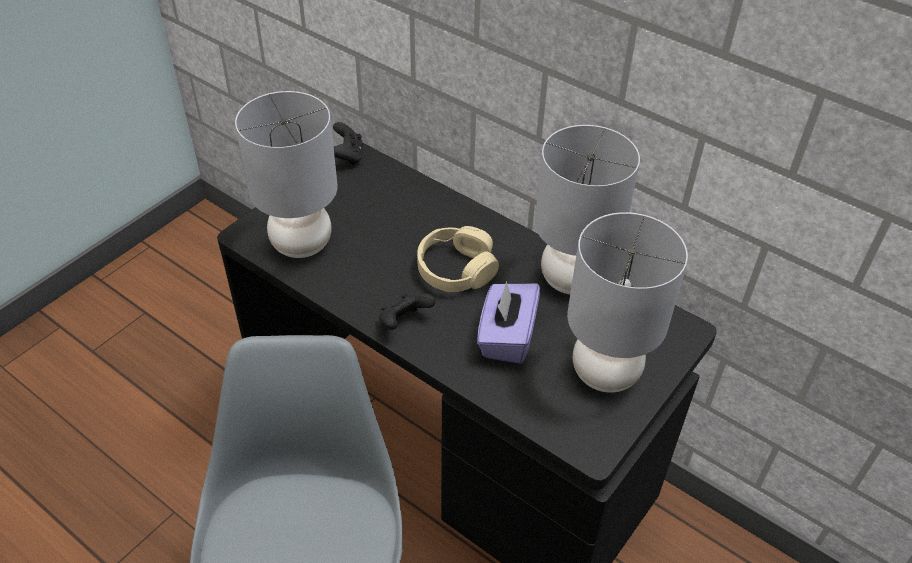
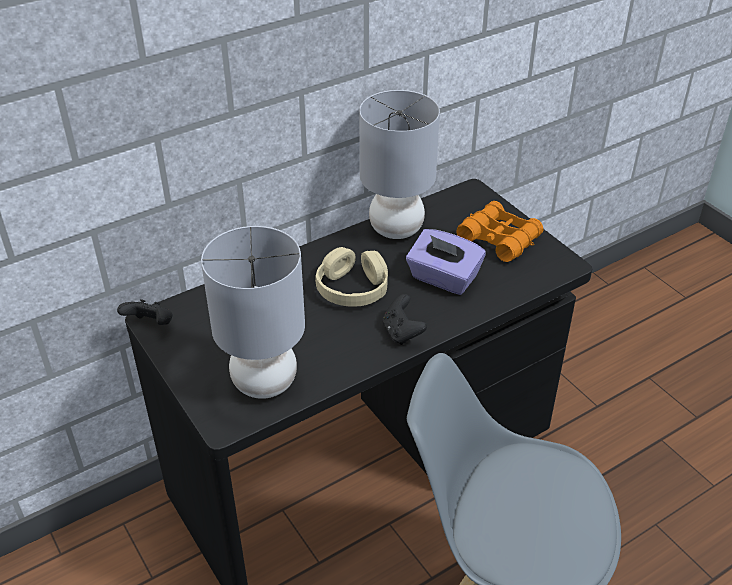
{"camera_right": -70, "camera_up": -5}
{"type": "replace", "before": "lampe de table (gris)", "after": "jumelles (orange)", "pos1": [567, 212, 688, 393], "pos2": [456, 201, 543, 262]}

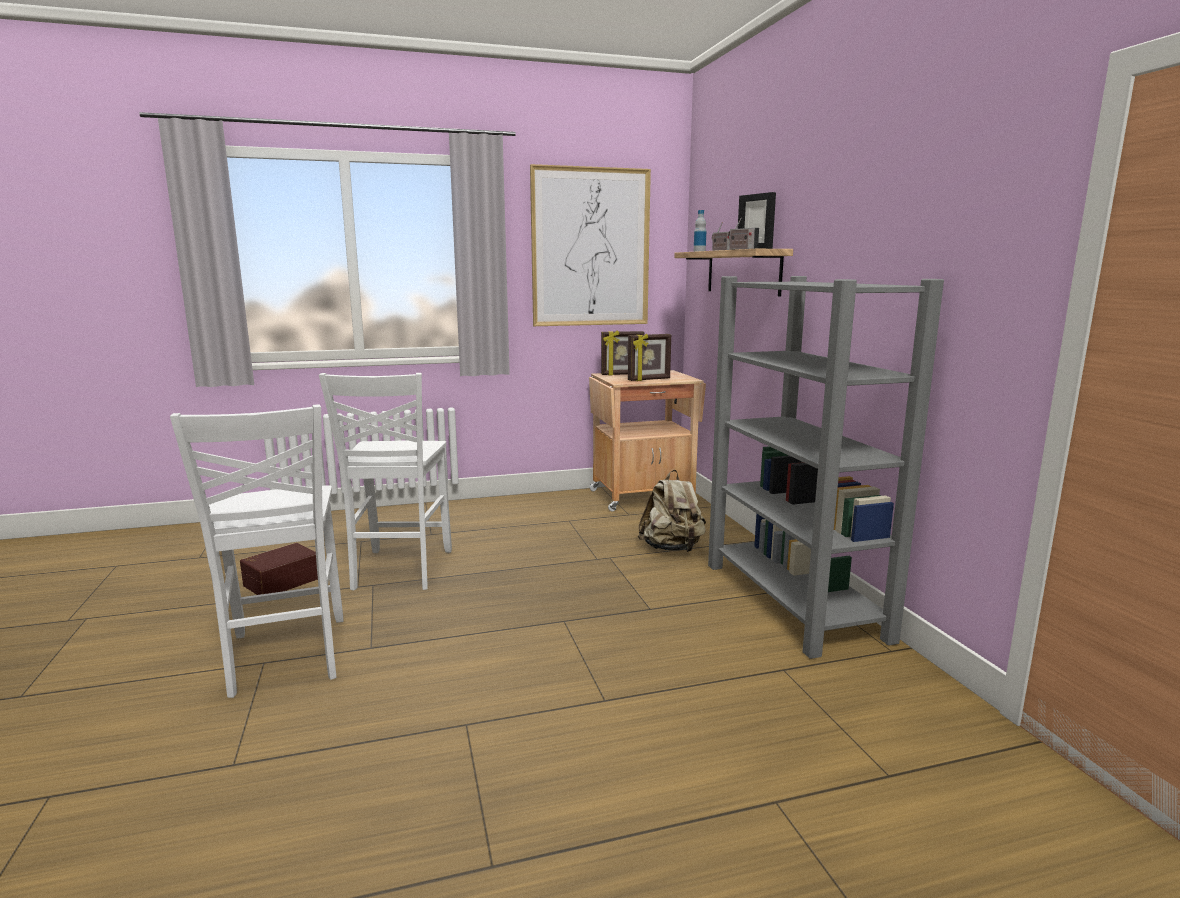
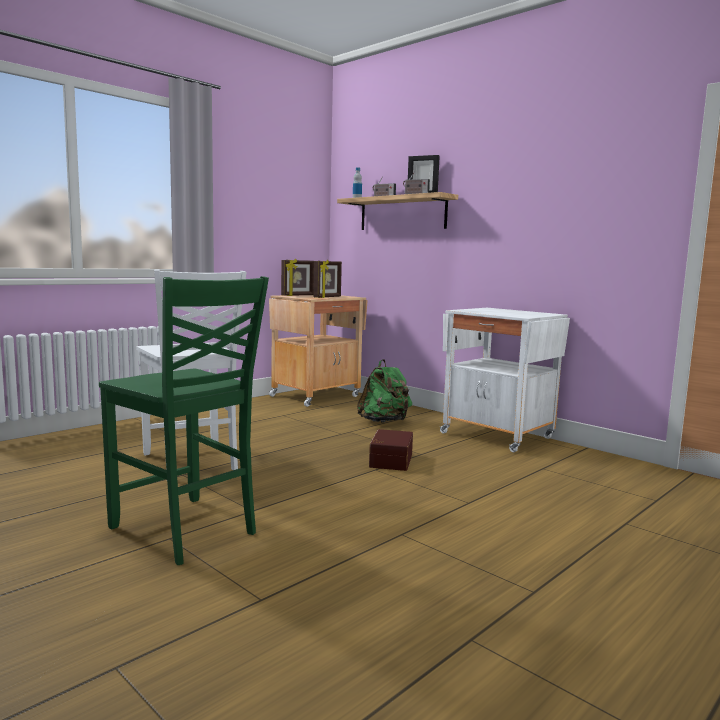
{"camera_right": -30, "camera_up": -5}
{"type": "delete", "before": "tableau", "pos1": [530, 164, 651, 326]}
{"type": "replace", "before": "bibliothèque (gris)", "after": "chariot (blanc)", "pos1": [708, 276, 944, 659], "pos2": [439, 308, 570, 452]}
{"type": "recolor", "before": "chaise (blanc)", "after": "chaise (vert)", "pos1": [170, 404, 343, 698], "pos2": [99, 276, 269, 565]}
{"type": "recolor", "before": "sac à dos (beige)", "after": "sac à dos (vert)", "pos1": [638, 470, 706, 552], "pos2": [357, 359, 412, 423]}
{"type": "move", "before": "boîte de rangement (marron)", "pos1": [240, 543, 318, 595], "pos2": [369, 429, 413, 471]}

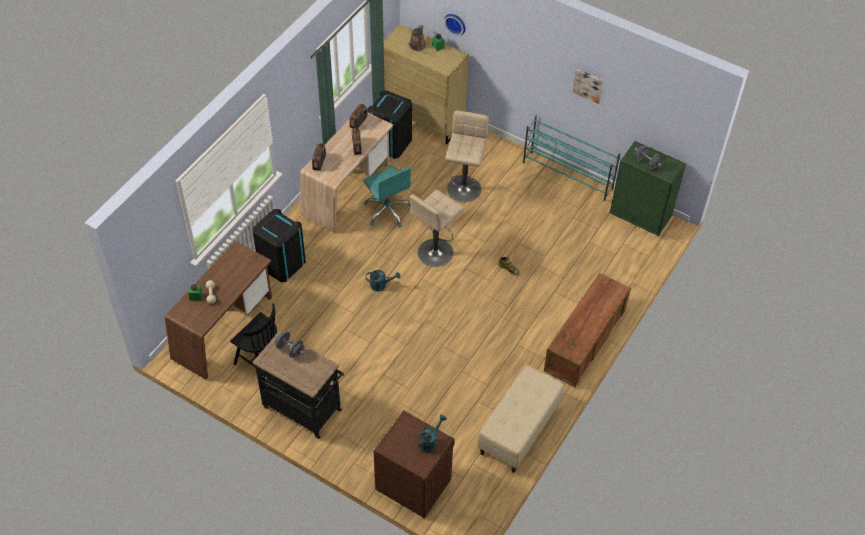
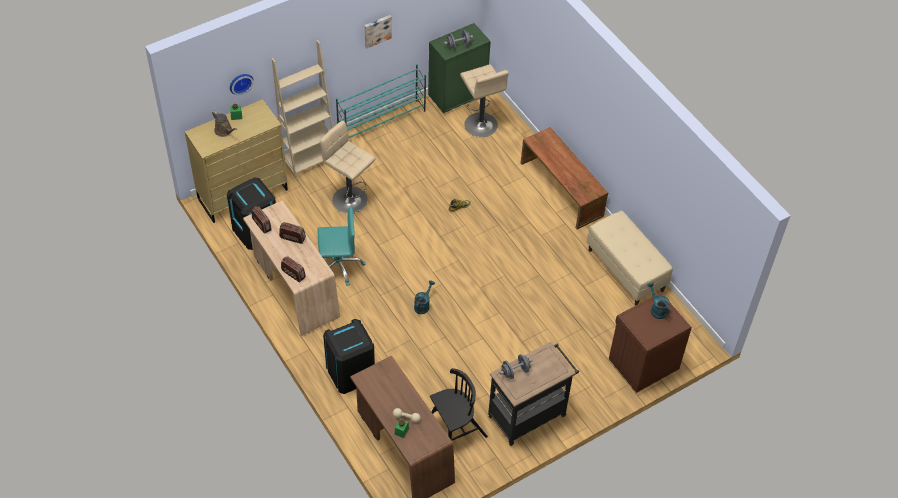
{"camera_right": -65, "camera_up": 0}
{"type": "move", "before": "tabouret (beige)", "pos1": [410, 190, 464, 267], "pos2": [460, 64, 509, 137]}
{"type": "insert", "after": "bibliothèque (beige)", "pos2": [272, 40, 333, 179]}

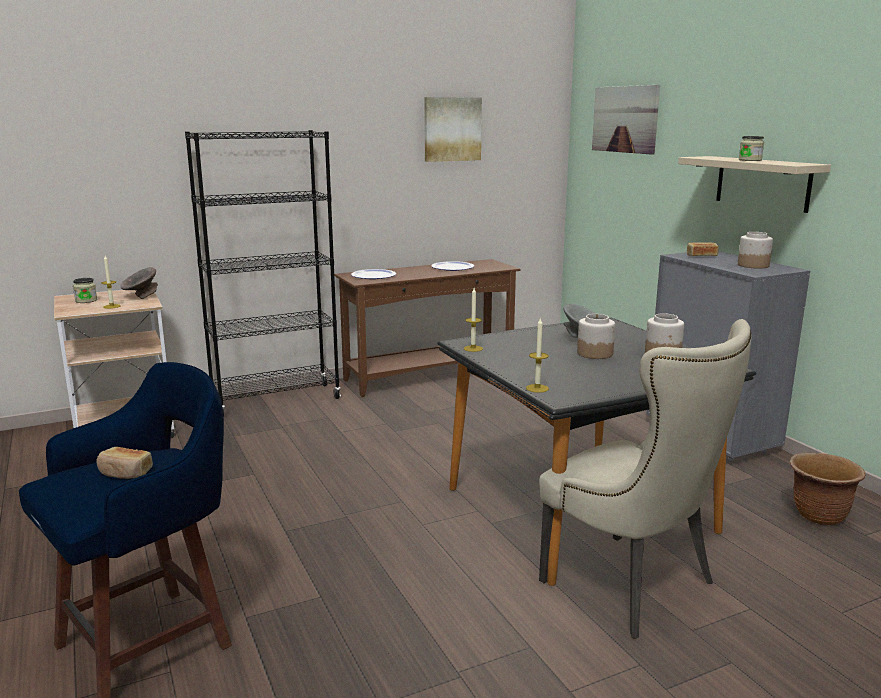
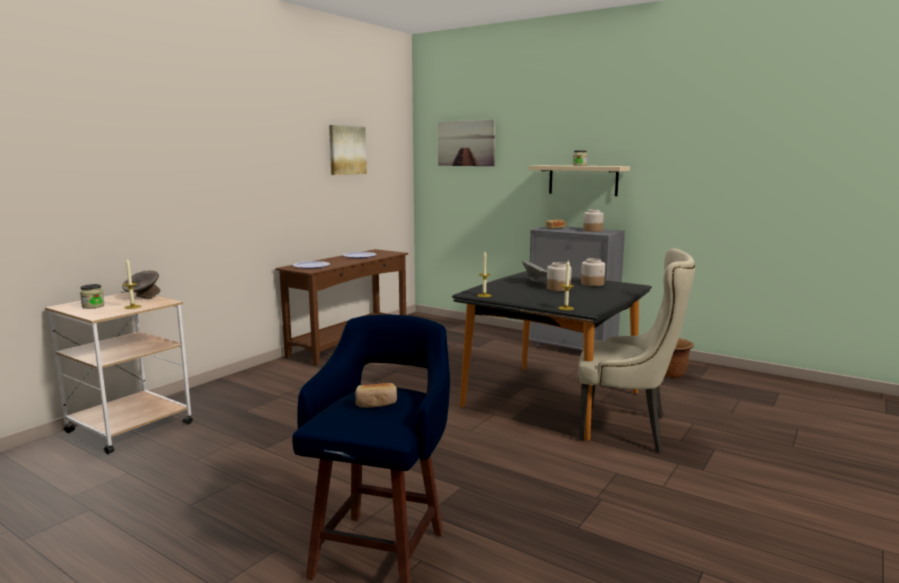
{"camera_right": -30, "camera_up": -5}
{"type": "delete", "before": "bibliothèque (noir)", "pos1": [185, 130, 341, 417]}

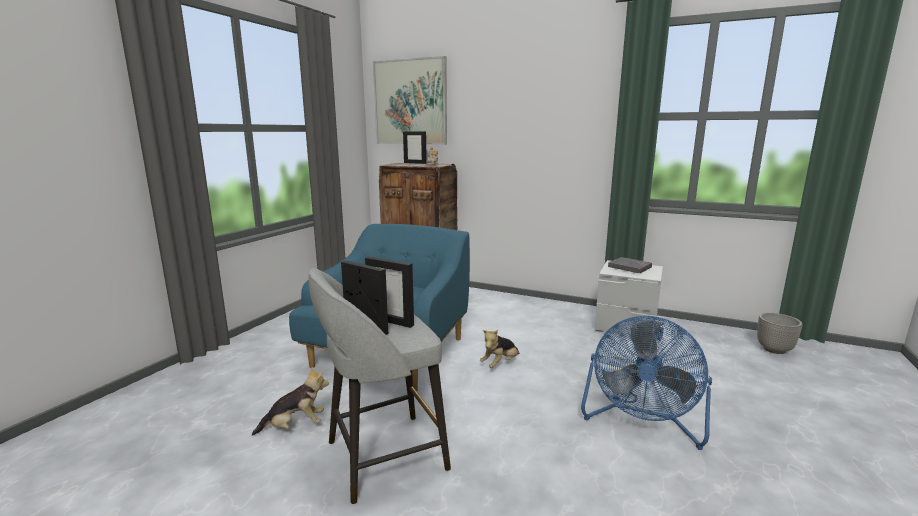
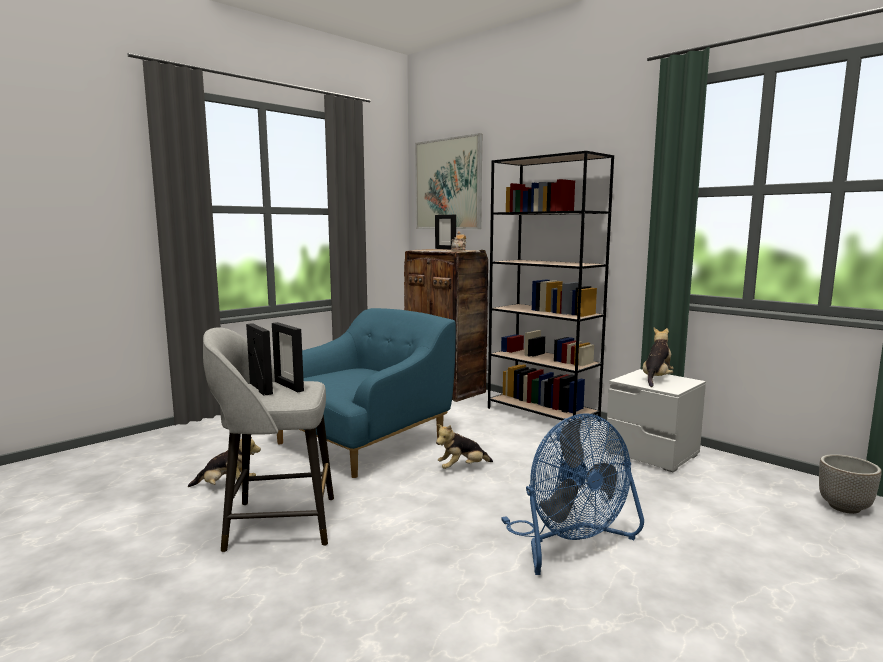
{"camera_right": 20, "camera_up": -5}
{"type": "replace", "before": "livre (gris)", "after": "peluche", "pos1": [608, 257, 652, 273], "pos2": [643, 328, 674, 387]}
{"type": "rotate", "before": "ventilateur (bleu)", "pos1": [581, 316, 712, 450], "pos2": [502, 414, 644, 575], "turn": -75}
{"type": "insert", "after": "bibliothèque (beige)", "pos2": [488, 151, 614, 422]}

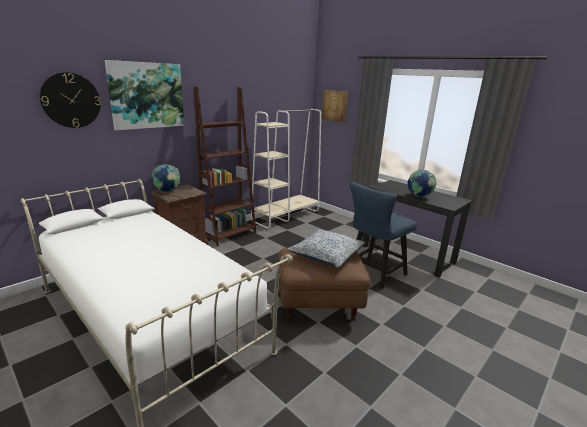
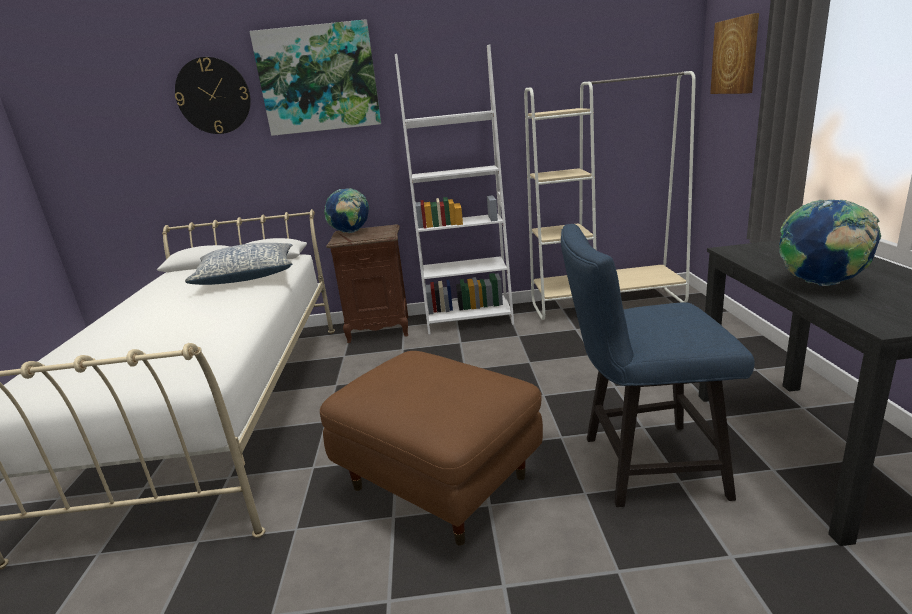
{"camera_right": 45, "camera_up": 0}
{"type": "recolor", "before": "bibliothèque (marron)", "after": "bibliothèque (blanc)", "pos1": [194, 86, 257, 246], "pos2": [395, 45, 514, 334]}
{"type": "move", "before": "coussin", "pos1": [287, 229, 365, 268], "pos2": [185, 243, 293, 285]}

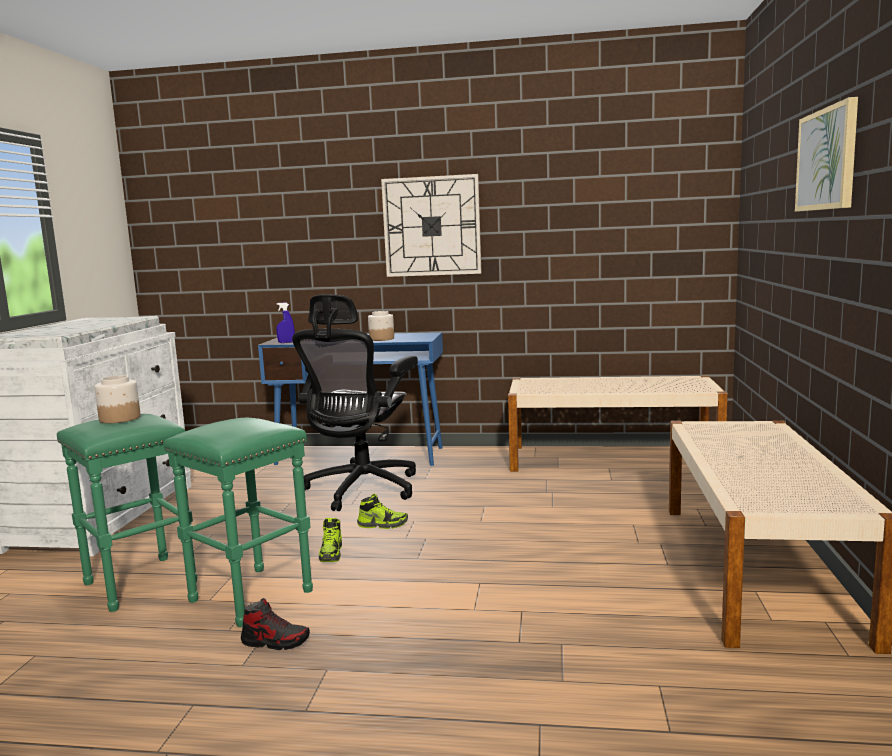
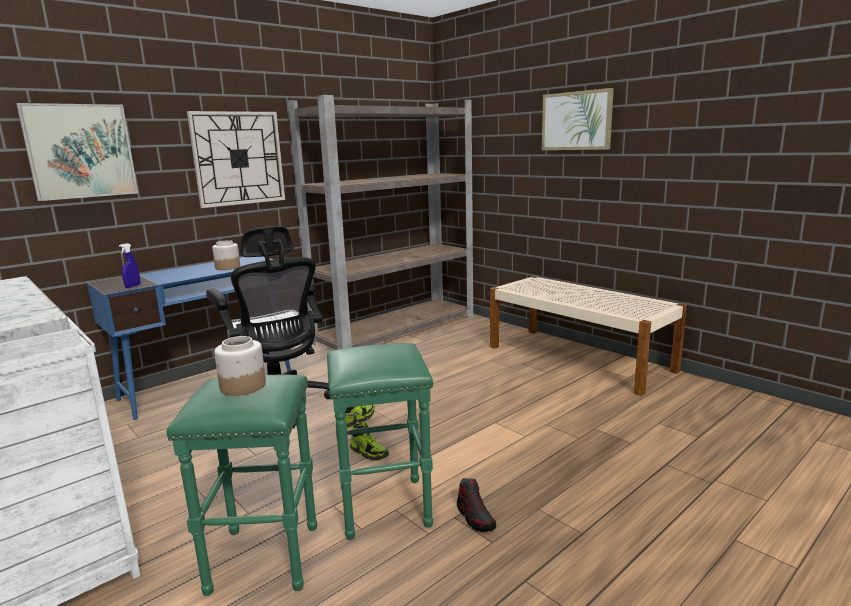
{"camera_right": -50, "camera_up": 5}
{"type": "replace", "before": "banc (beige)", "after": "bibliothèque (marron)", "pos1": [508, 375, 728, 472], "pos2": [288, 95, 473, 350]}
{"type": "rotate", "before": "chaussure", "pos1": [241, 598, 310, 650], "pos2": [457, 478, 496, 532], "turn": 105}
{"type": "insert", "after": "tableau", "pos2": [16, 103, 138, 201]}

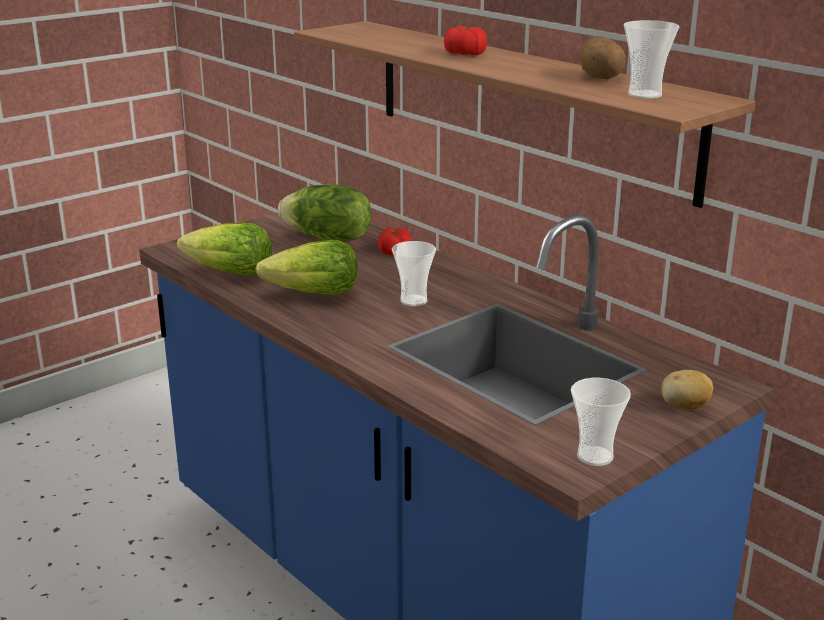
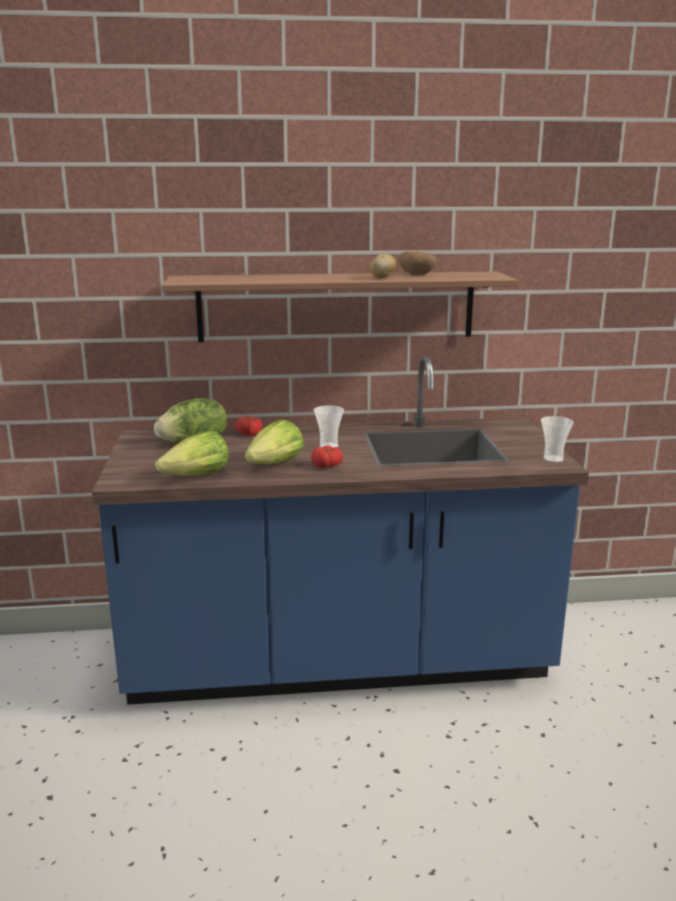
{"camera_right": -55, "camera_up": -5}
{"type": "delete", "before": "tasse", "pos1": [624, 20, 679, 99]}
{"type": "move", "before": "tomate", "pos1": [444, 26, 487, 55], "pos2": [311, 445, 343, 468]}
{"type": "move", "before": "pomme de terre", "pos1": [661, 370, 713, 409], "pos2": [369, 254, 396, 278]}

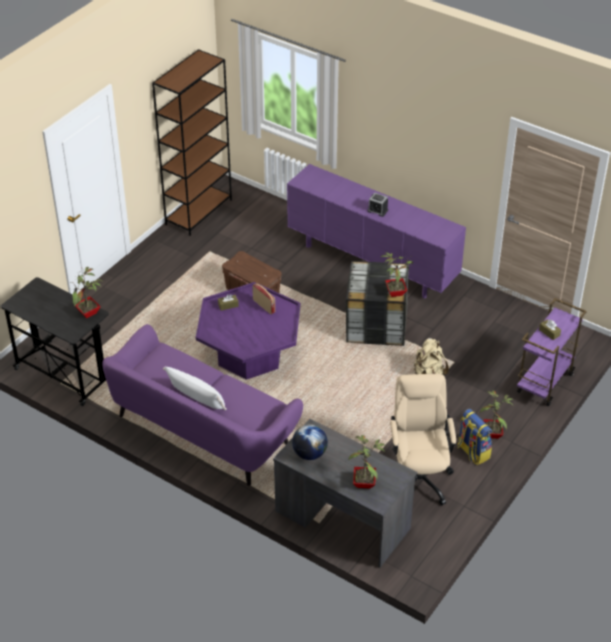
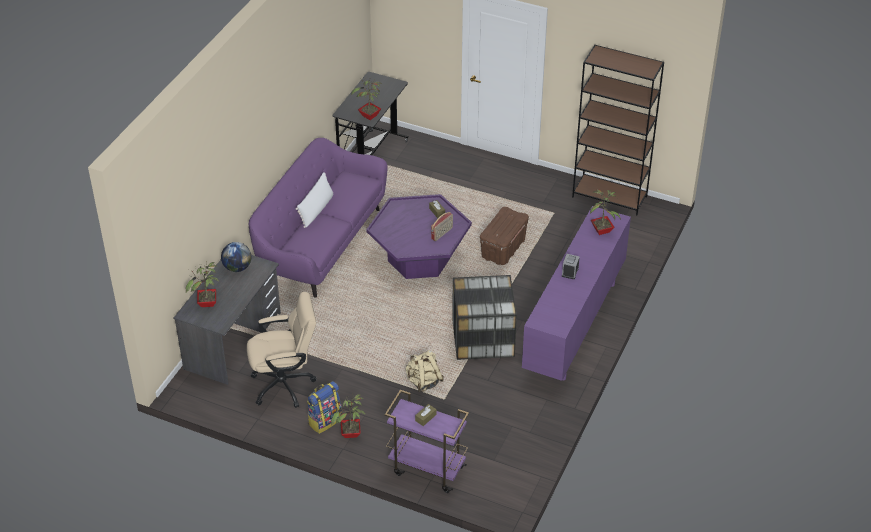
{"camera_right": 80, "camera_up": 0}
{"type": "move", "before": "plante en pot", "pos1": [381, 253, 413, 297], "pos2": [590, 189, 621, 235]}

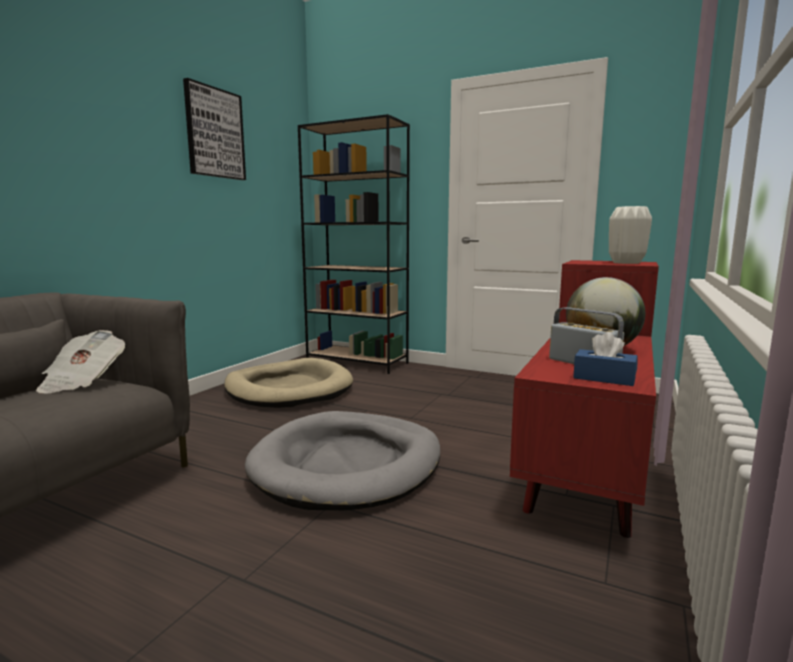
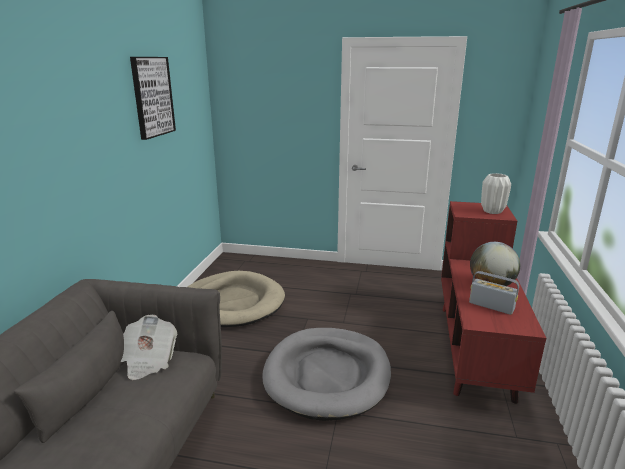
{"camera_right": -15, "camera_up": 10}
{"type": "delete", "before": "bibliothèque (beige)", "pos1": [298, 114, 410, 374]}
{"type": "delete", "before": "boîte à mouchoirs (bleu)", "pos1": [573, 332, 638, 386]}

